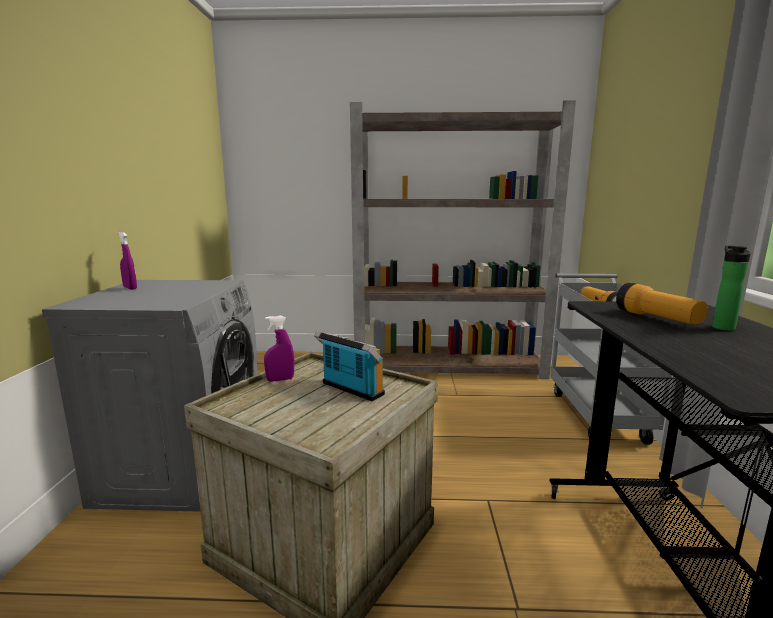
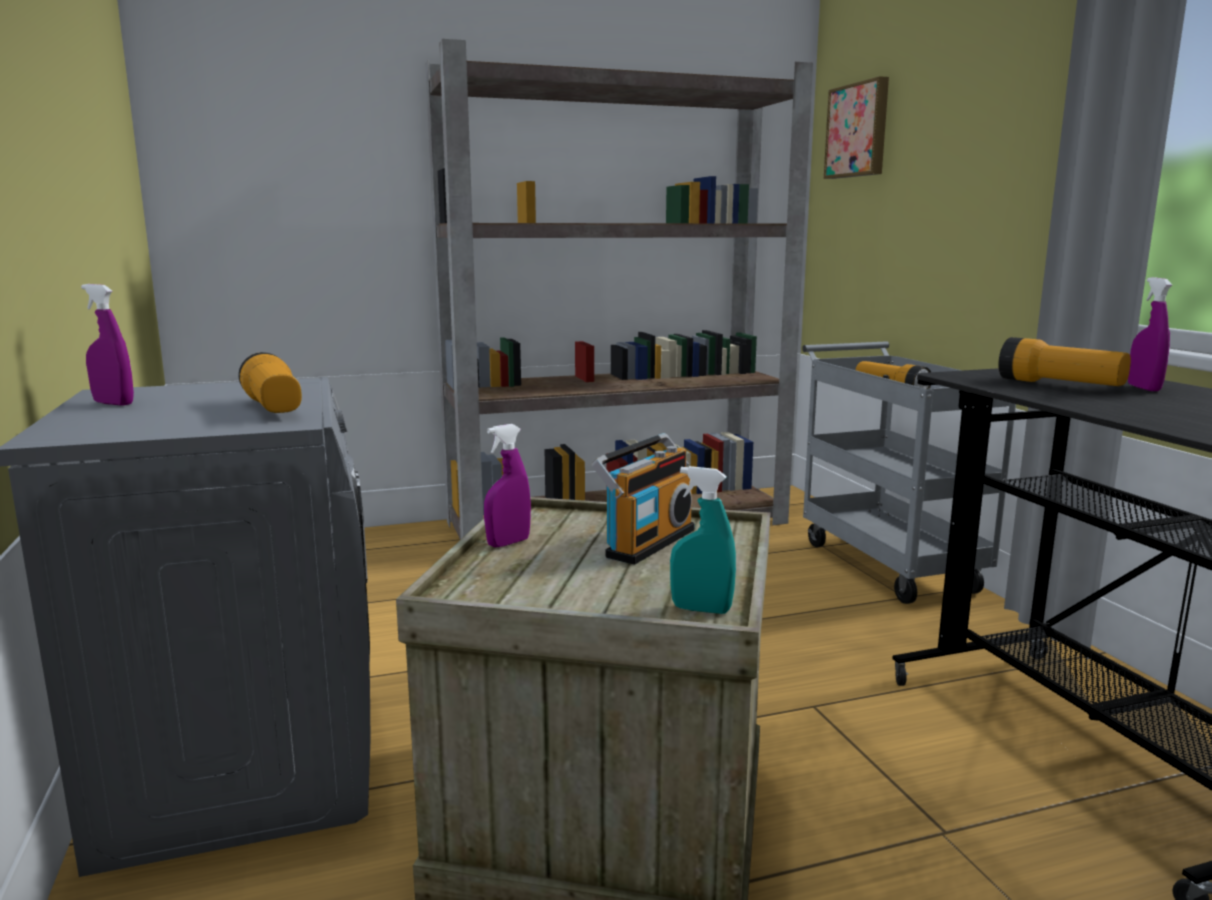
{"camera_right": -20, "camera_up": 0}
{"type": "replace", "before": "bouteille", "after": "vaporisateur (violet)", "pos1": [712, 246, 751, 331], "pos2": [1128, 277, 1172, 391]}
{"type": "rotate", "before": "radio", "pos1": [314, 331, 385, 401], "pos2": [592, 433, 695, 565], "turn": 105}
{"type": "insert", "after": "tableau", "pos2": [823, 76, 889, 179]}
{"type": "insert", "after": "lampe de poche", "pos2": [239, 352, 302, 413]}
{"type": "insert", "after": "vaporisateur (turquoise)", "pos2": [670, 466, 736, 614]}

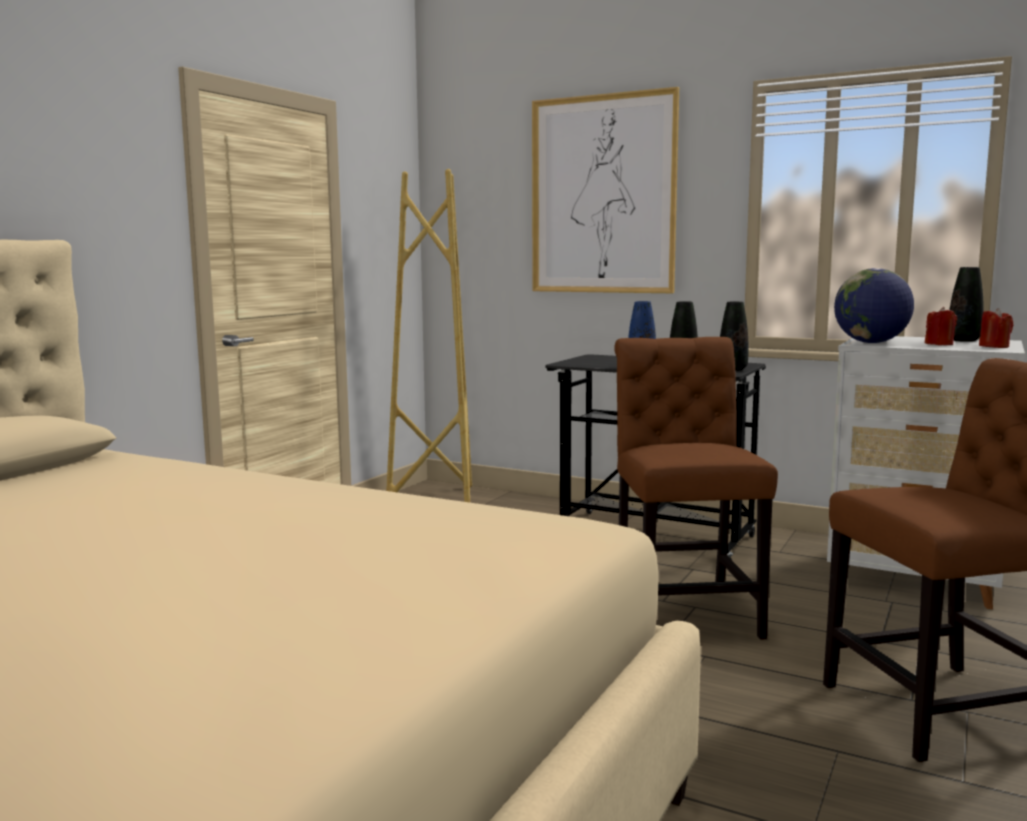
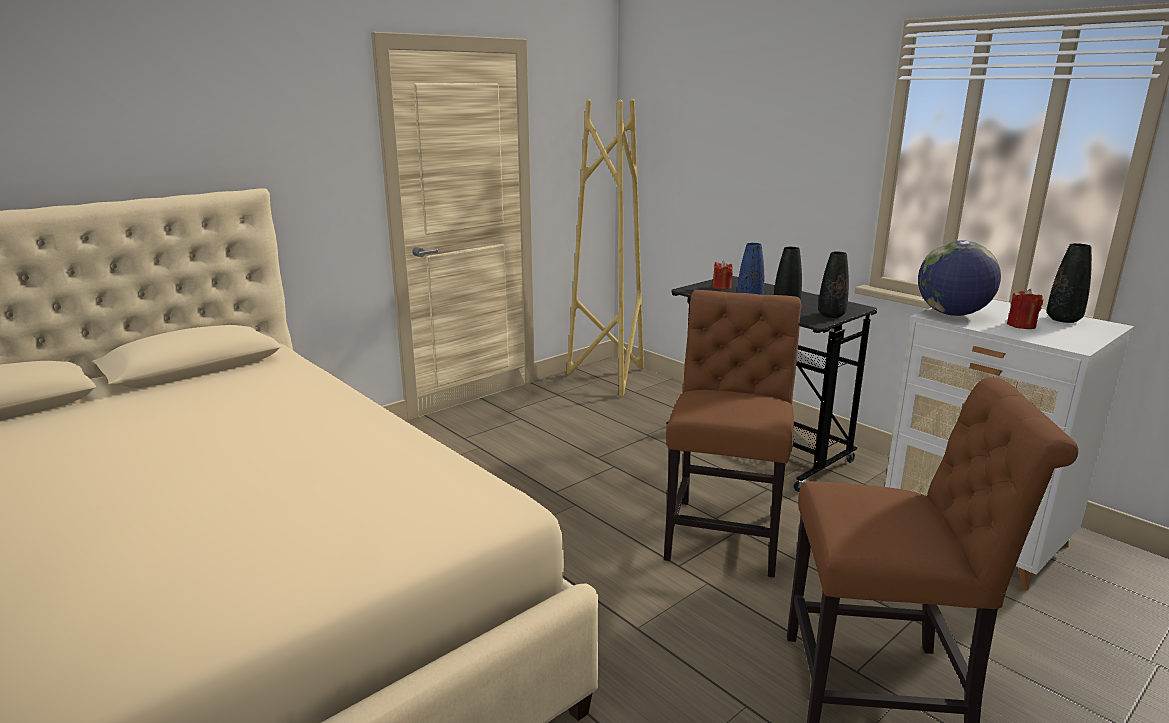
{"camera_right": 20, "camera_up": 10}
{"type": "delete", "before": "tableau", "pos1": [532, 87, 679, 293]}
{"type": "move", "before": "bougie (rouge)", "pos1": [979, 308, 1013, 348], "pos2": [712, 260, 733, 290]}

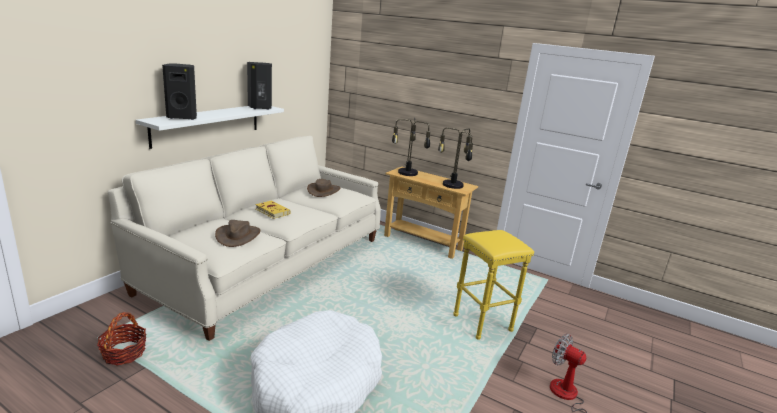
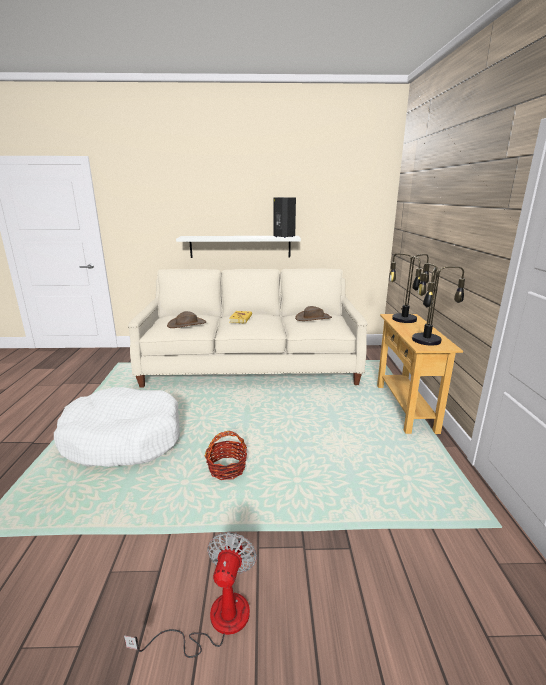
{"camera_right": 60, "camera_up": 0}
{"type": "delete", "before": "enceinte (noir)", "pos1": [162, 64, 197, 120]}
{"type": "delete", "before": "tabouret (jaune)", "pos1": [453, 230, 534, 340]}
{"type": "move", "before": "panier", "pos1": [97, 312, 147, 366], "pos2": [204, 431, 247, 480]}

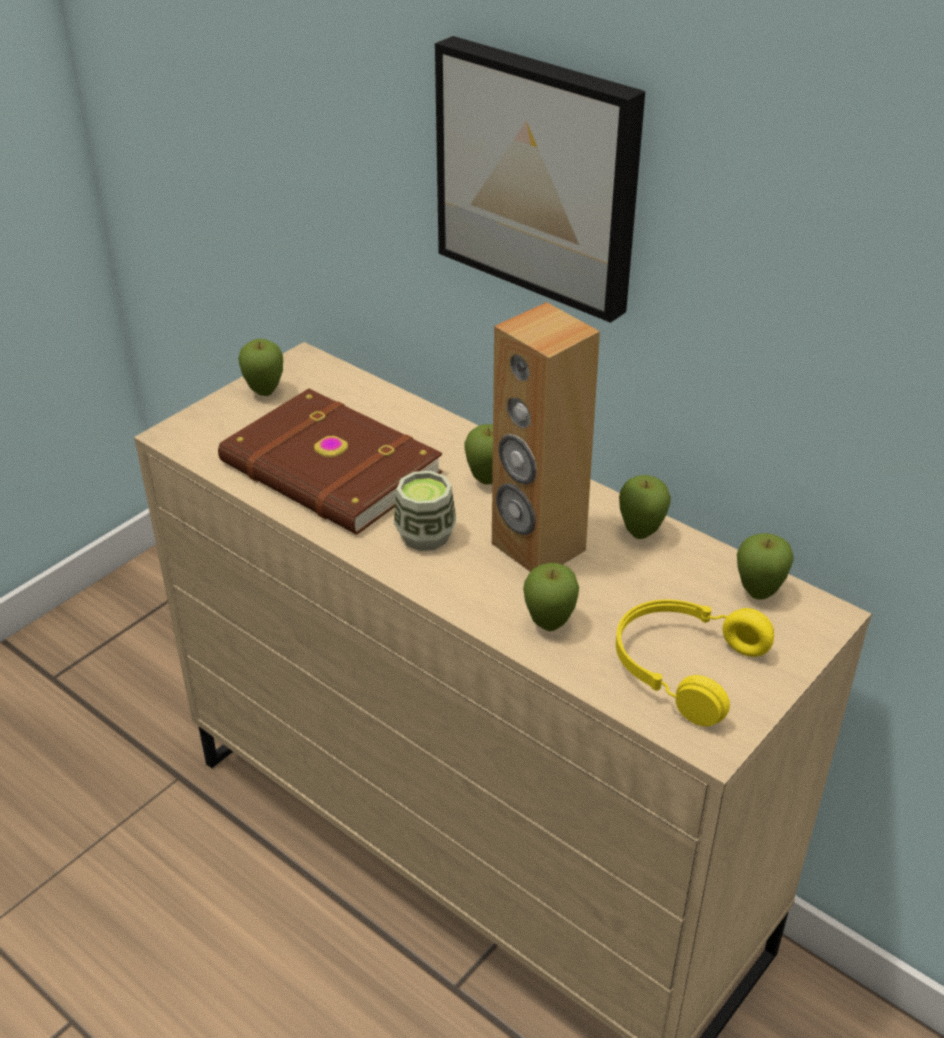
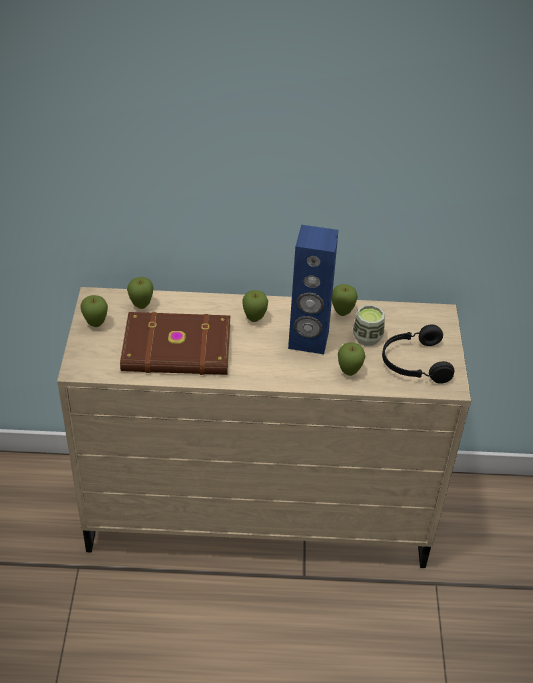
{"camera_right": -40, "camera_up": 5}
{"type": "delete", "before": "tableau", "pos1": [435, 36, 645, 323]}
{"type": "recolor", "before": "enceinte (marron)", "after": "enceinte (bleu)", "pos1": [492, 302, 600, 572], "pos2": [288, 225, 338, 354]}
{"type": "move", "before": "tasse", "pos1": [394, 471, 456, 551], "pos2": [353, 305, 385, 346]}
{"type": "move", "before": "pomme", "pos1": [737, 533, 794, 600], "pos2": [127, 277, 153, 309]}
{"type": "recolor", "before": "casque audio (jaune)", "after": "casque audio (noir)", "pos1": [616, 599, 774, 727], "pos2": [382, 324, 454, 384]}

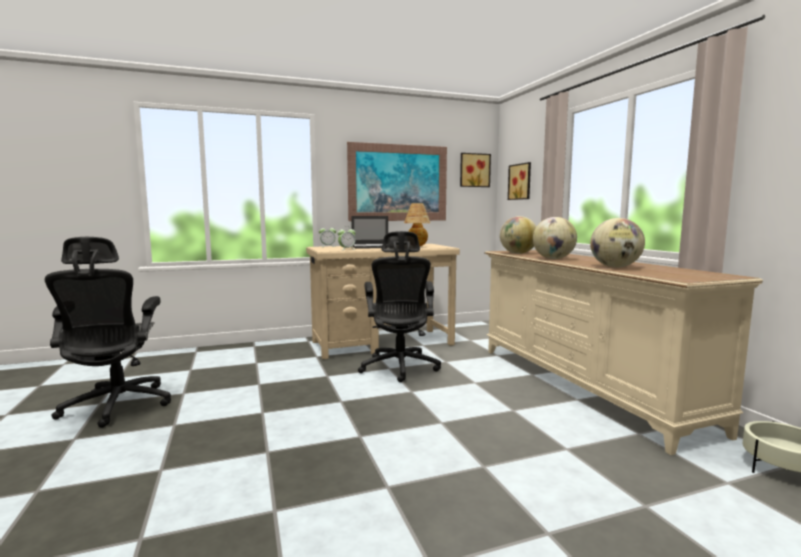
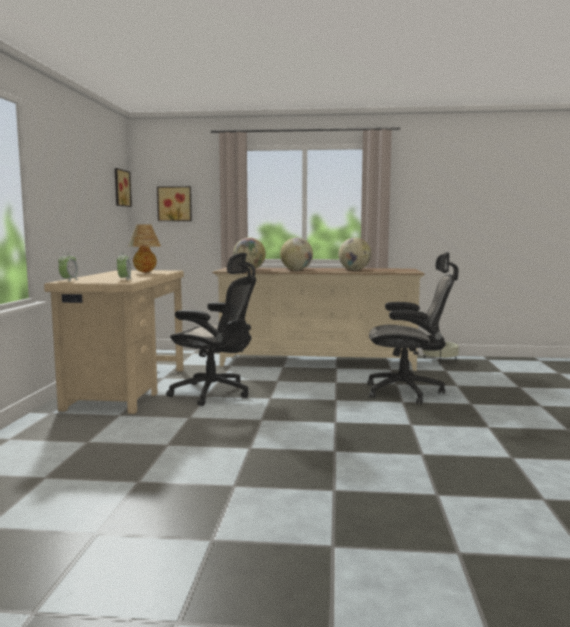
{"camera_right": -65, "camera_up": 0}
{"type": "delete", "before": "tableau", "pos1": [347, 142, 447, 221]}
{"type": "delete", "before": "ordinateur portable", "pos1": [351, 216, 388, 249]}
{"type": "move", "before": "chaise de bureau", "pos1": [45, 237, 171, 428], "pos2": [367, 252, 459, 404]}

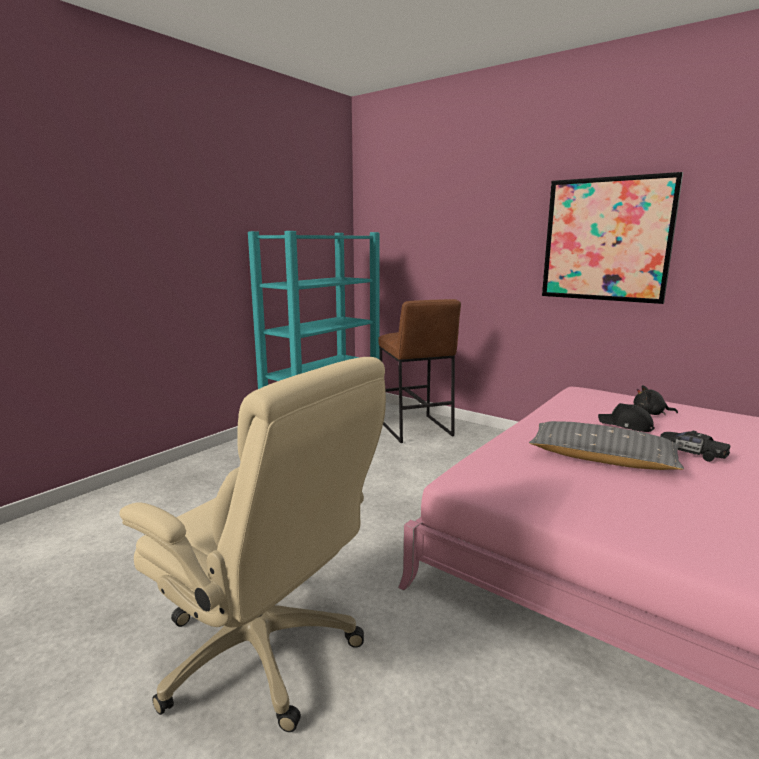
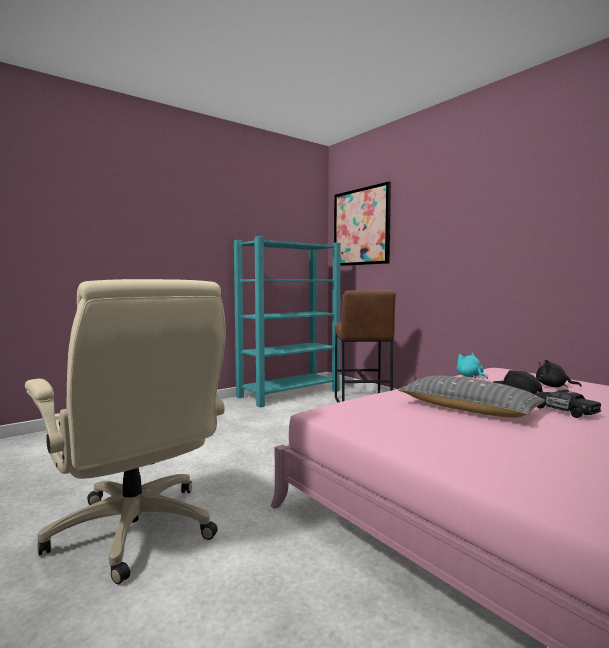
{"camera_right": 15, "camera_up": -10}
{"type": "move", "before": "tableau", "pos1": [542, 172, 683, 304], "pos2": [334, 181, 391, 266]}
{"type": "insert", "after": "peluche (turquoise)", "pos2": [456, 353, 488, 379]}

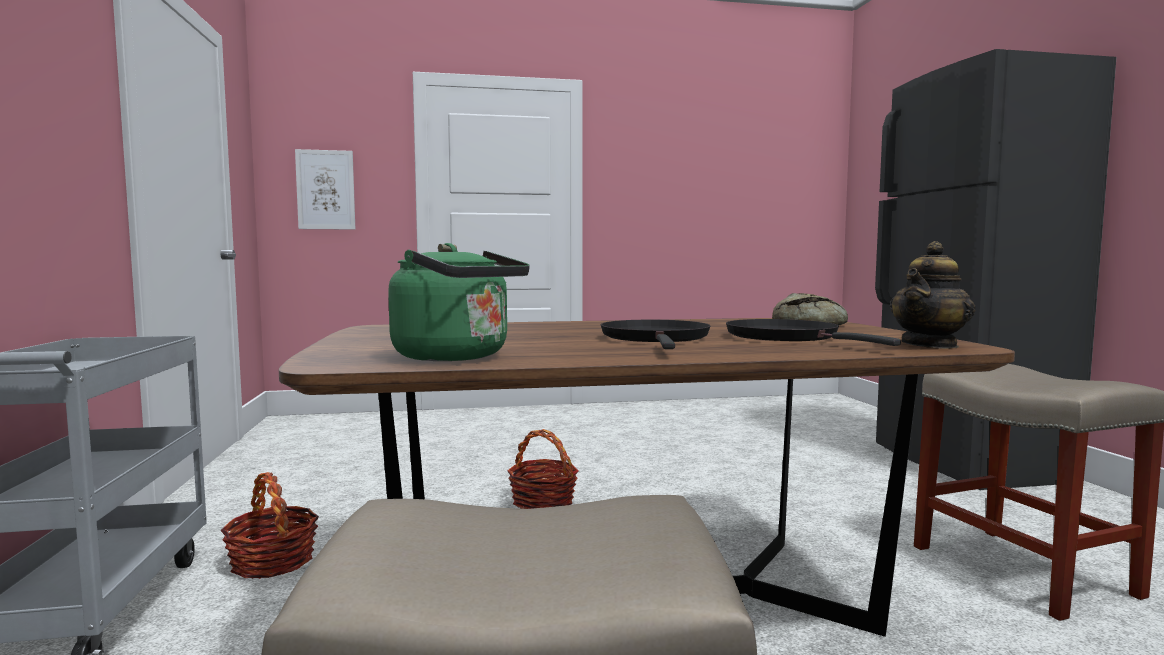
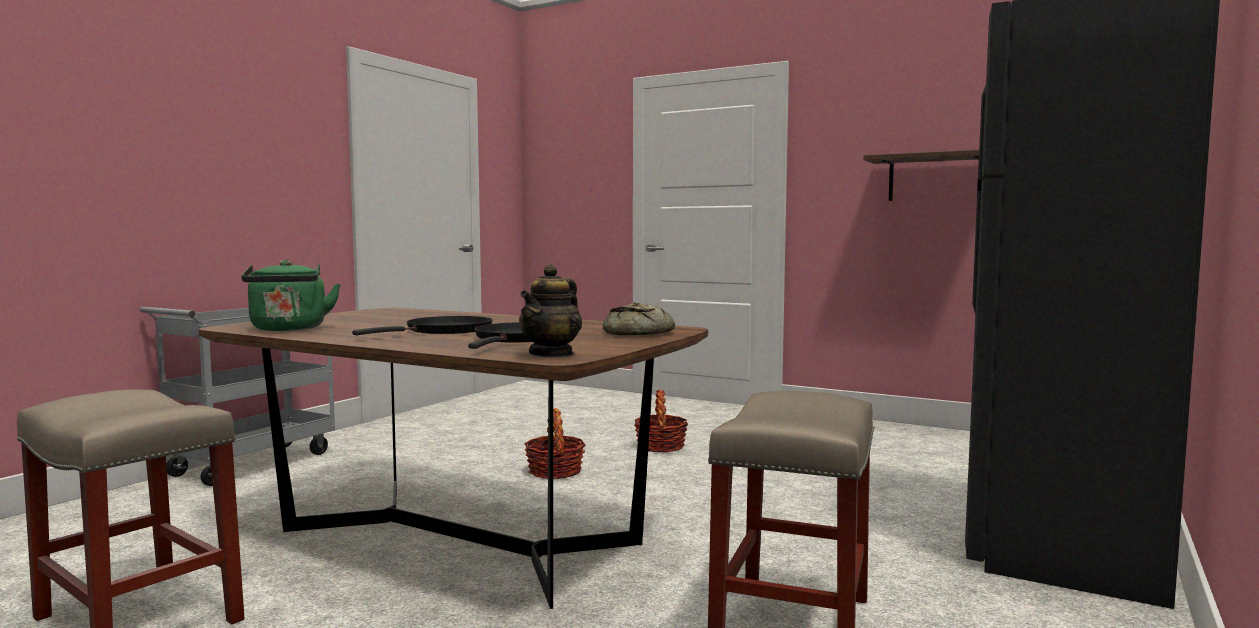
{"camera_right": 40, "camera_up": 0}
{"type": "delete", "before": "tableau", "pos1": [295, 149, 355, 230]}
{"type": "rotate", "before": "théière", "pos1": [890, 241, 975, 349], "pos2": [519, 264, 582, 358], "turn": -60}
{"type": "move", "before": "panier", "pos1": [220, 472, 319, 579], "pos2": [634, 390, 688, 452]}
{"type": "insert", "after": "étagère", "pos2": [863, 150, 982, 201]}

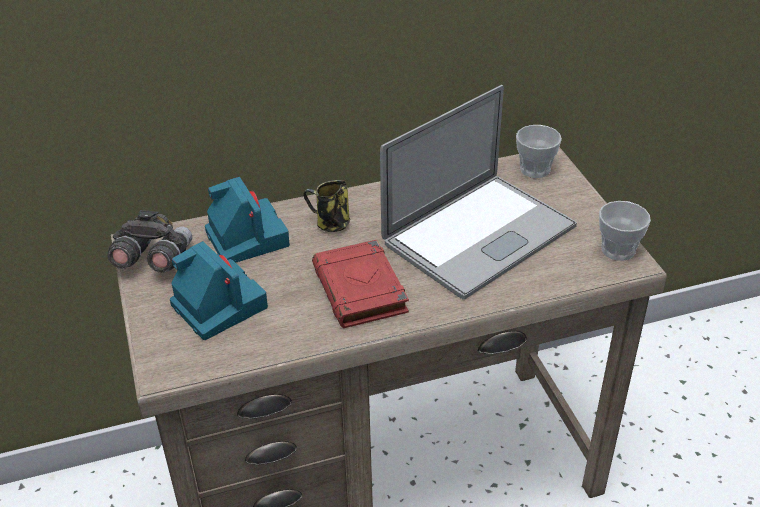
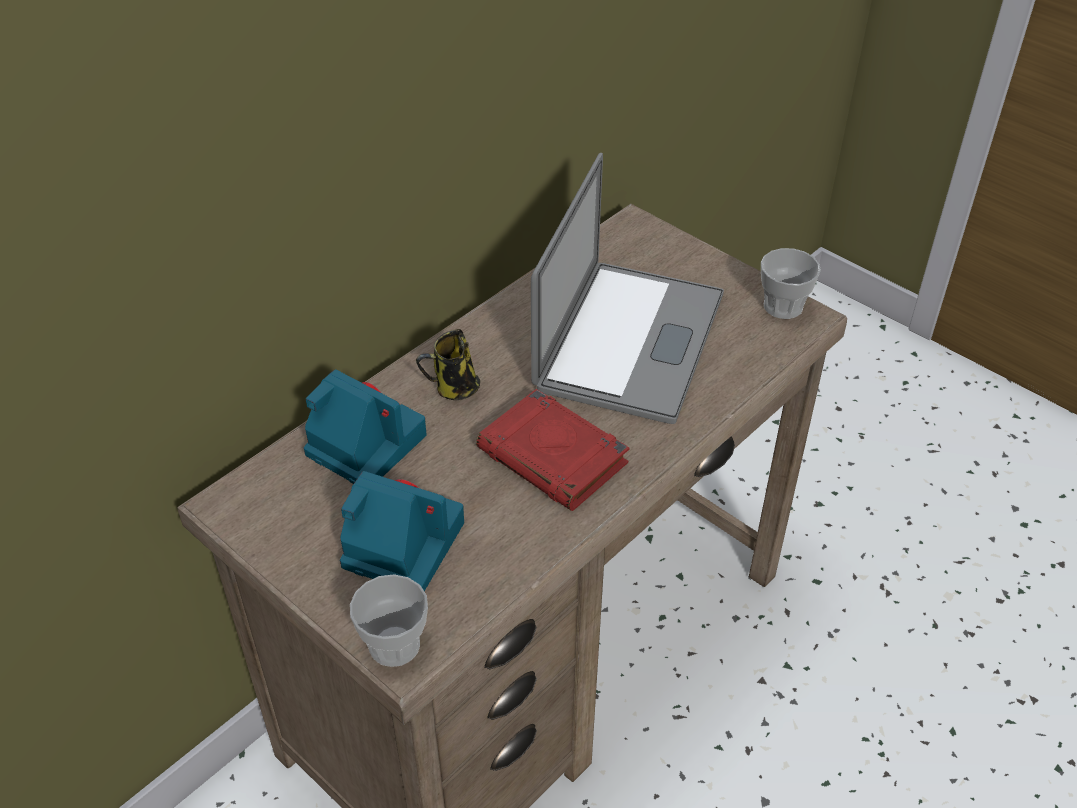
{"camera_right": -30, "camera_up": 5}
{"type": "move", "before": "tasse", "pos1": [516, 125, 562, 178], "pos2": [350, 574, 428, 667]}
{"type": "delete", "before": "jumelles (gris)", "pos1": [107, 210, 192, 273]}

